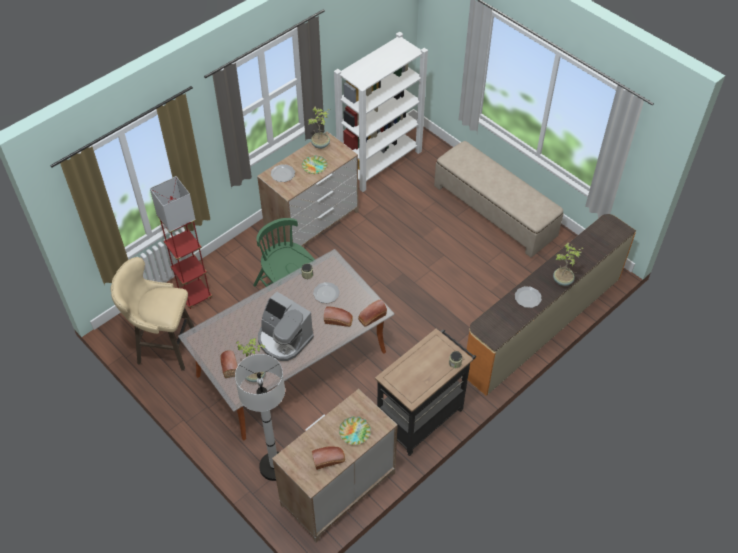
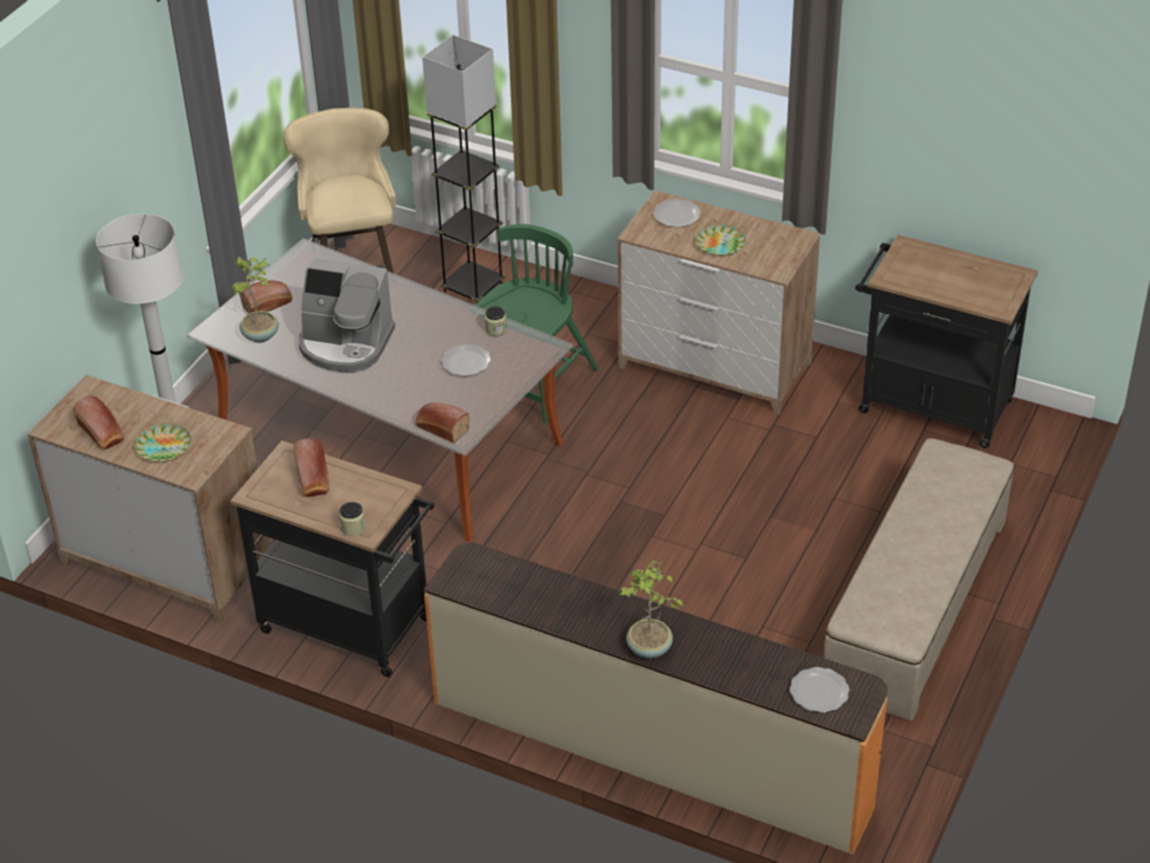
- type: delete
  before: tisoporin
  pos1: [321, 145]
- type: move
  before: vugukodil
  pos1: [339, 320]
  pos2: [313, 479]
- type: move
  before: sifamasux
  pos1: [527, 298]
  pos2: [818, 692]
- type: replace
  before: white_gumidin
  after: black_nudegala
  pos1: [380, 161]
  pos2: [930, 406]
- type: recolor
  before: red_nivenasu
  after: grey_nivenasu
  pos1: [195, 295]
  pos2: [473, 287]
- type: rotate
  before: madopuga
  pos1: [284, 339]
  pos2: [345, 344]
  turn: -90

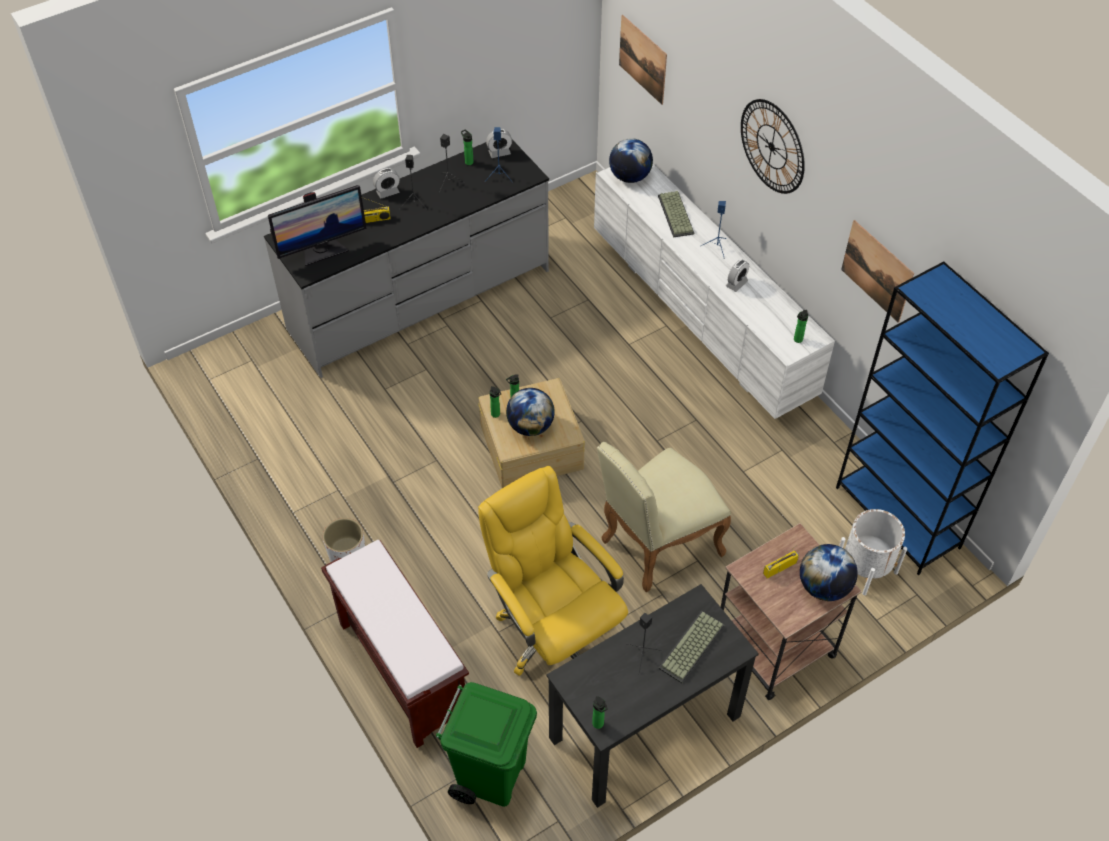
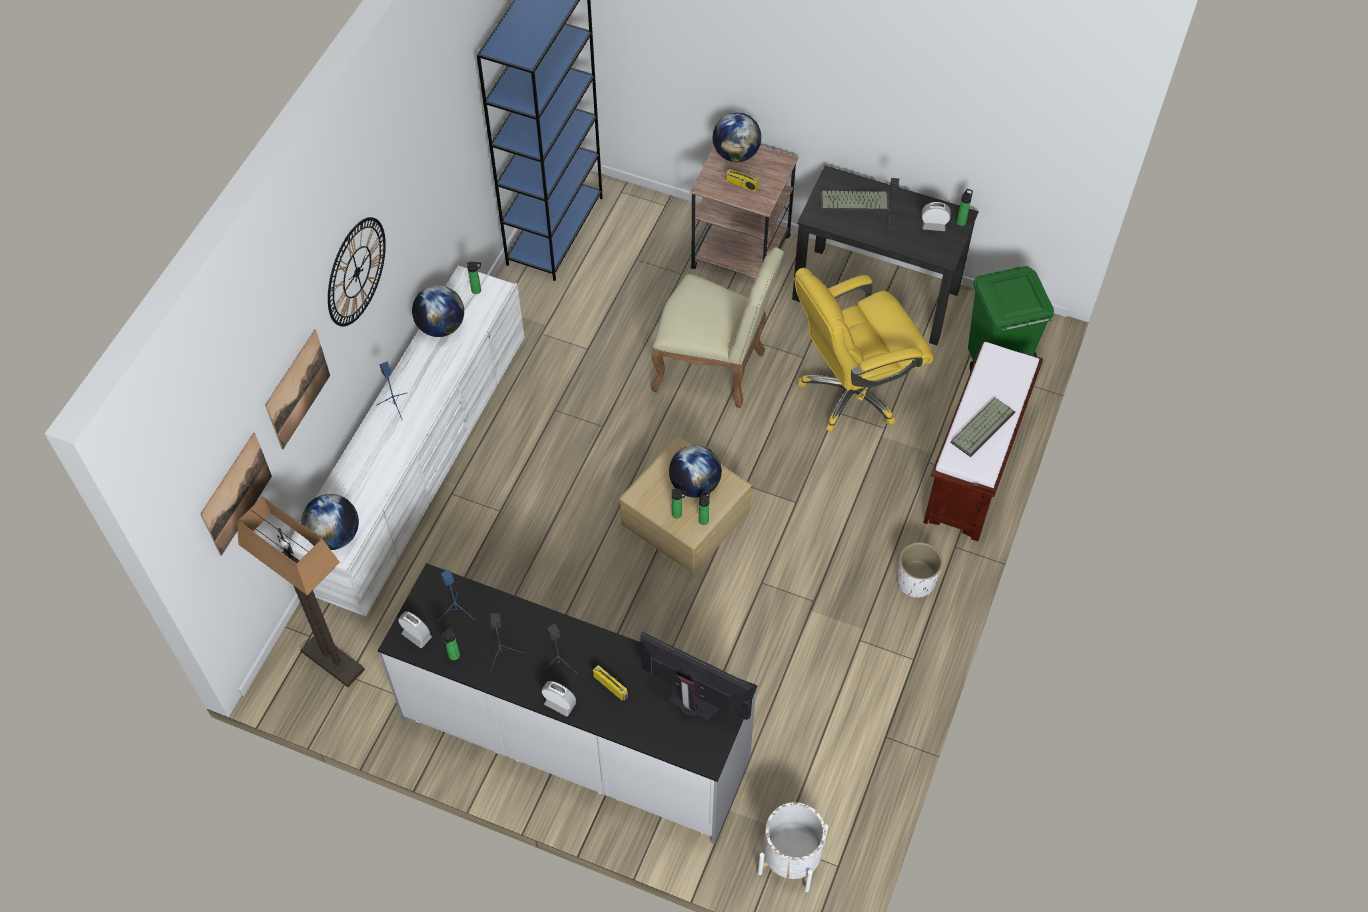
- type: insert
  after: nivenasu
  pos2: [332, 661]
- type: insert
  after: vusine
  pos2: [441, 326]
- type: move
  before: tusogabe
  pos1: [677, 215]
  pos2: [982, 426]
- type: move
  before: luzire
  pos1: [736, 283]
  pos2: [933, 225]
- type: move
  before: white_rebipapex
  pos1: [865, 568]
  pos2: [791, 859]
- type: move
  before: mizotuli
  pos1: [877, 271]
  pos2: [297, 389]
- type: rotate
  before: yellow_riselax
  pos1: [553, 635]
  pos2: [854, 391]
  turn: 45

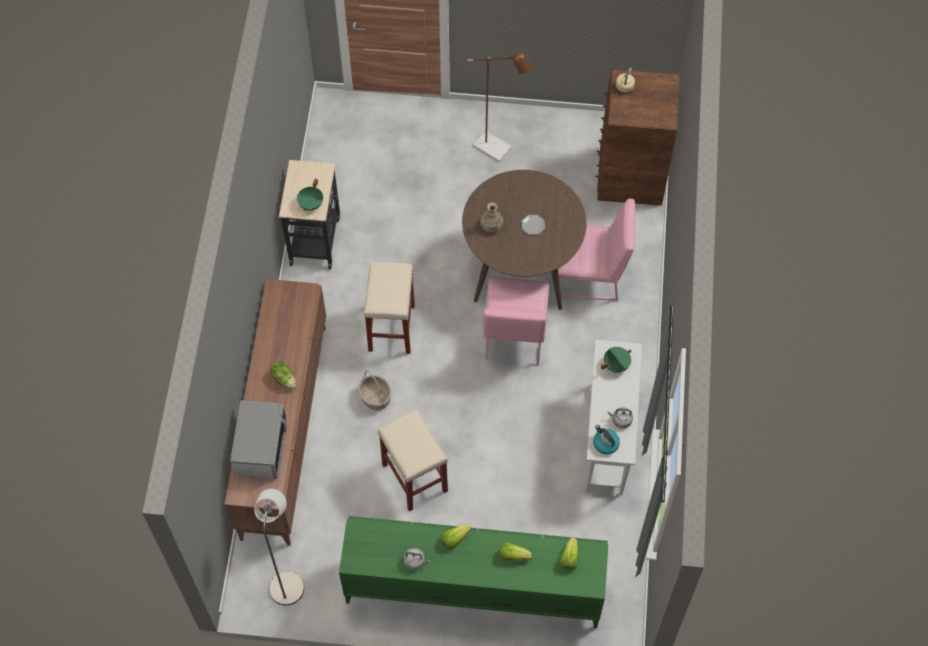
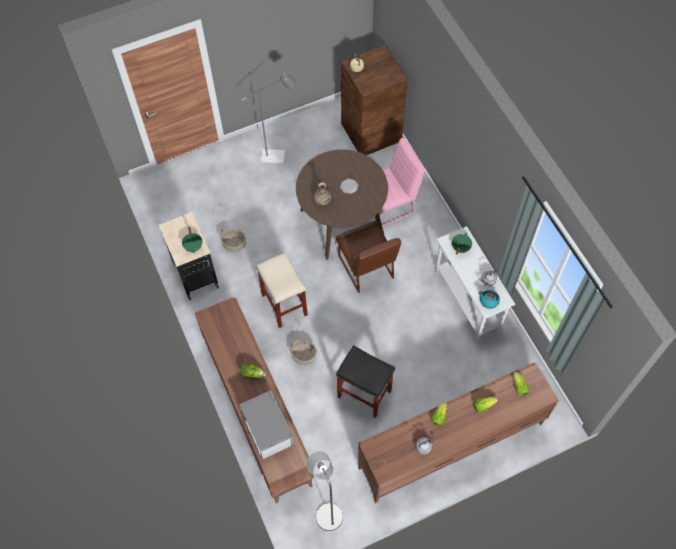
- type: insert
  after: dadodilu
  pos2: [234, 244]
- type: recolor
  before: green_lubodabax
  after: brown_lubodabax
  pos1: [472, 591]
  pos2: [450, 446]
- type: recolor
  before: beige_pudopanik
  after: black_pudopanik
  pos1: [415, 478]
  pos2: [365, 394]
- type: recolor
  before: brown_nivenasu
  after: grey_nivenasu
  pos1: [498, 150]
  pos2: [277, 157]
- type: recolor
  before: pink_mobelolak
  after: brown_mobelolak
  pos1: [514, 336]
  pos2: [366, 268]

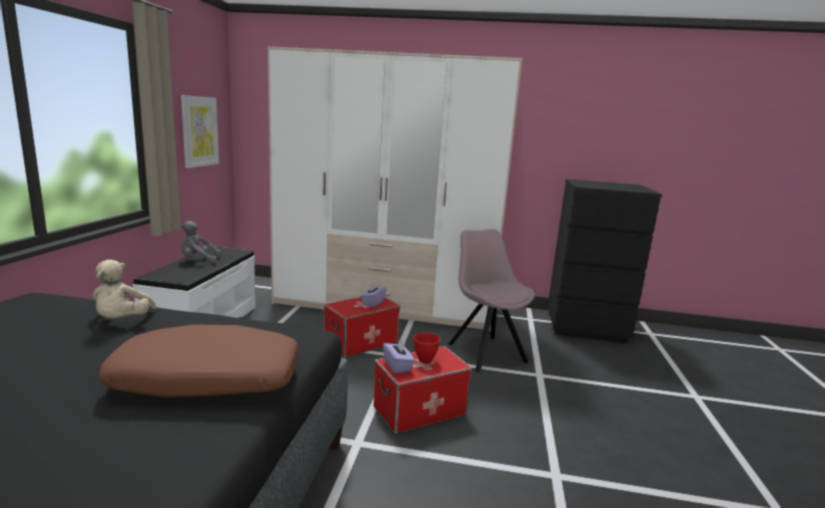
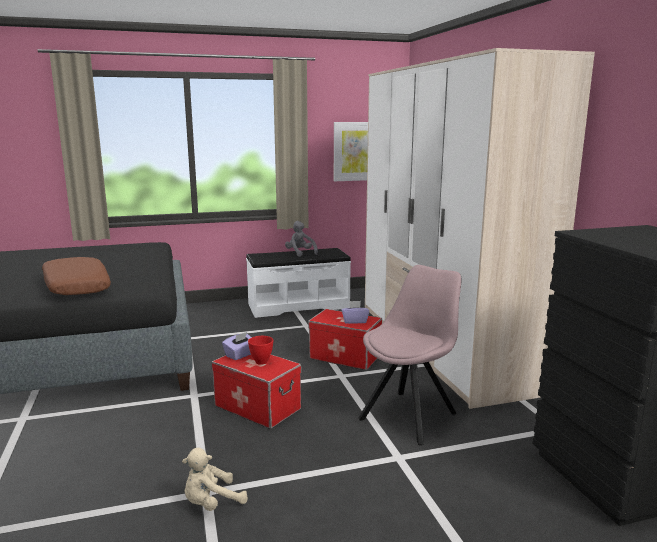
- type: move
  before: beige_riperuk
  pos1: [122, 321]
  pos2: [211, 503]

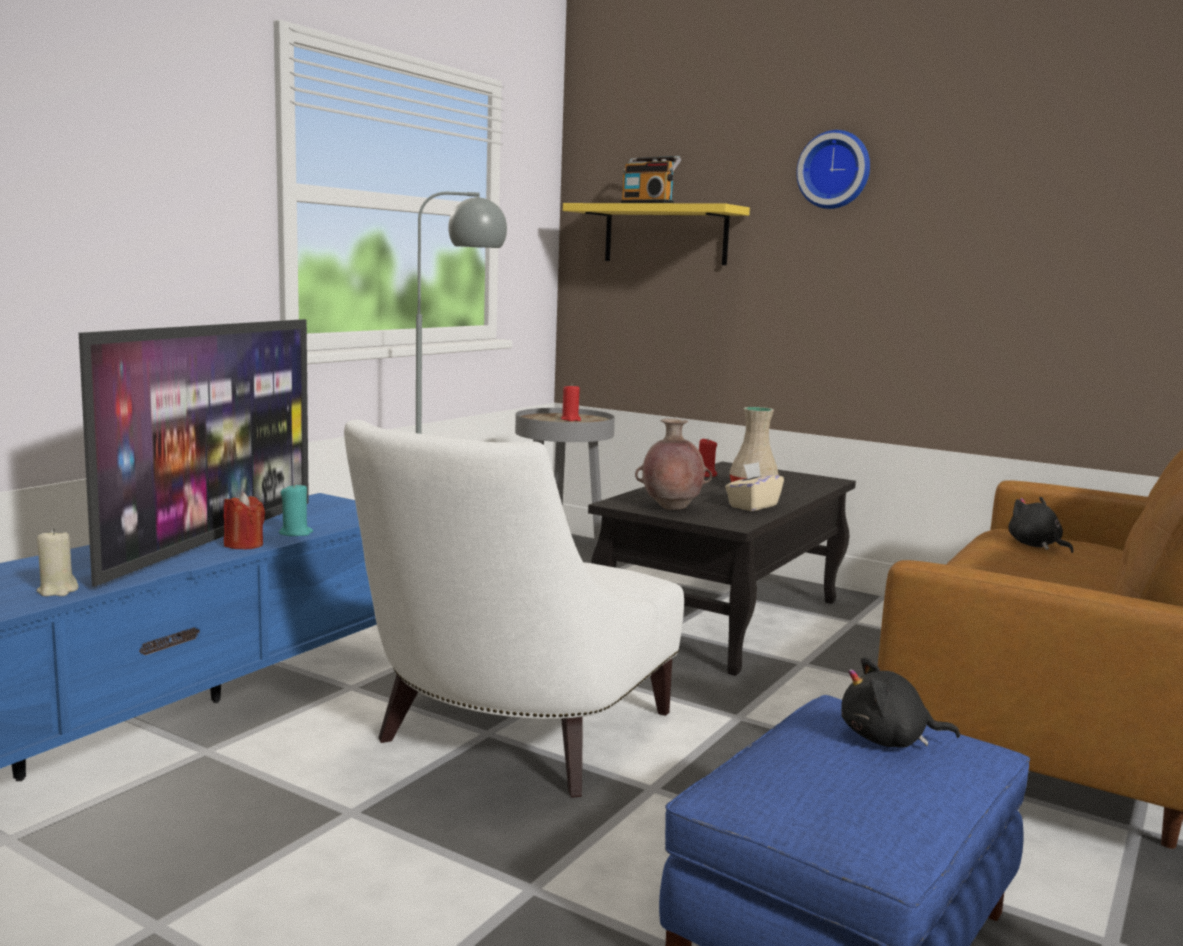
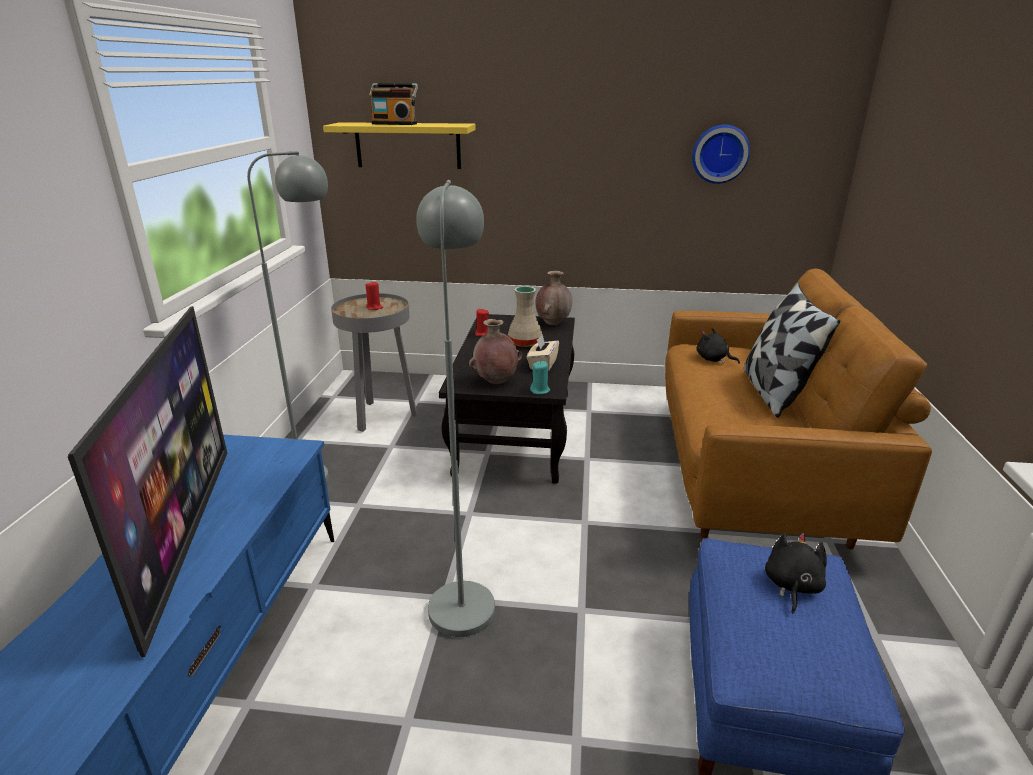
- type: delete
  before: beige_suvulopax
  pos1: [58, 591]
- type: delete
  before: red_suvulopax
  pos1: [244, 545]
- type: insert
  after: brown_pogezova
  pos2: [553, 323]
- type: insert
  after: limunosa
  pos2: [773, 393]
- type: move
  before: turquoise_suvulopax
  pos1: [295, 533]
  pos2: [540, 390]
- type: move
  before: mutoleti
  pos1: [835, 170]
  pos2: [719, 153]
- type: replace
  before: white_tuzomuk
  after: grey_nivenasu
  pos1: [512, 737]
  pos2: [463, 595]
- type: rotate
  before: black_riperuk
  pos1: [888, 740]
  pos2: [791, 586]
  turn: 135

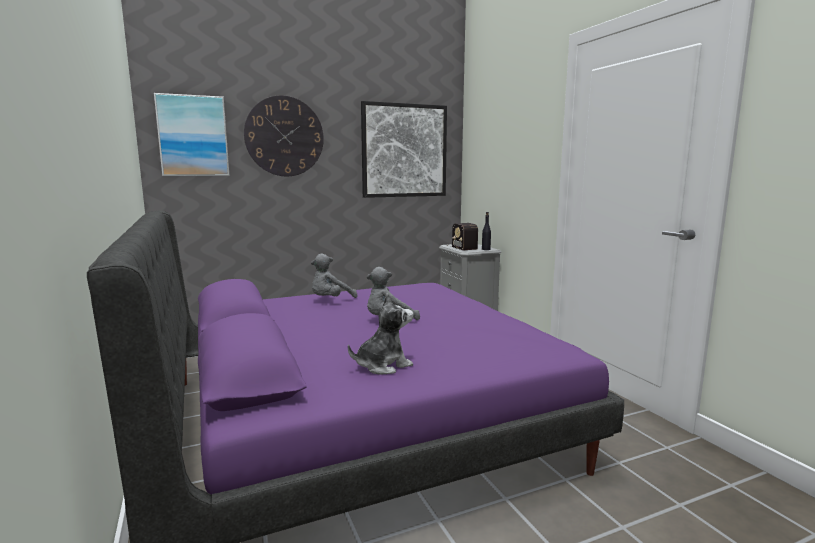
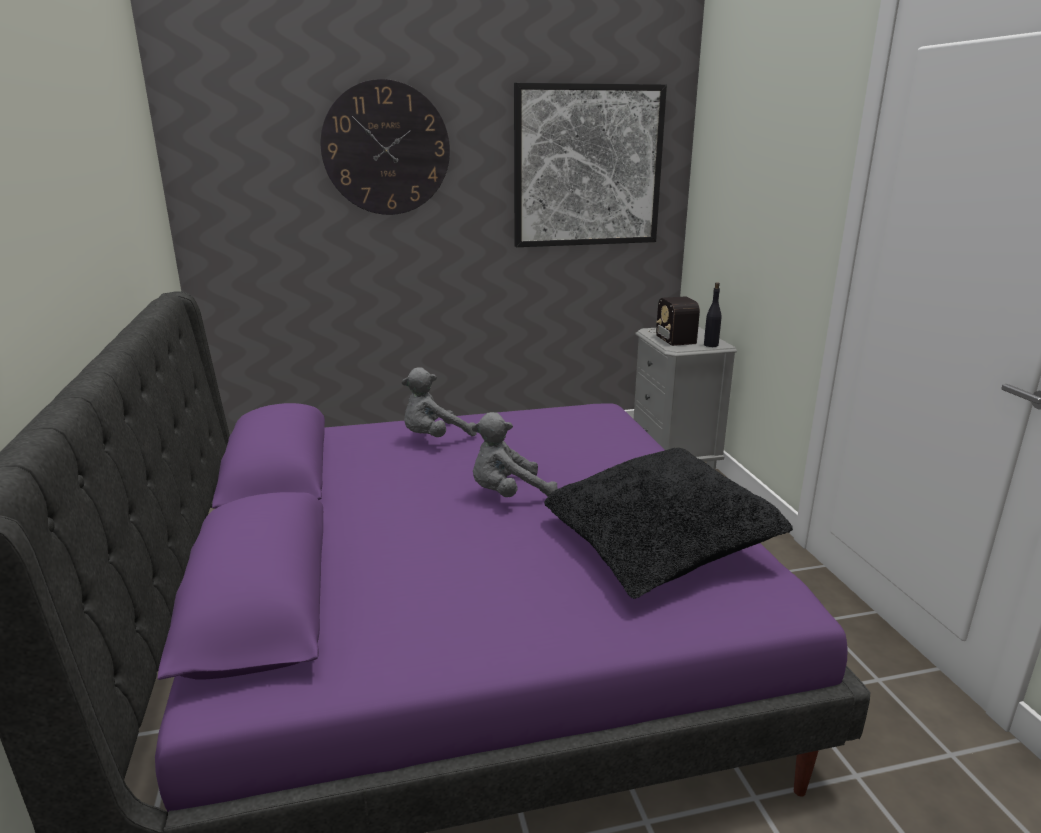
- type: delete
  before: mizotuli
  pos1: [193, 136]
- type: delete
  before: riperuk
  pos1: [383, 365]
- type: insert
  after: black_limunosa
  pos2: [656, 541]

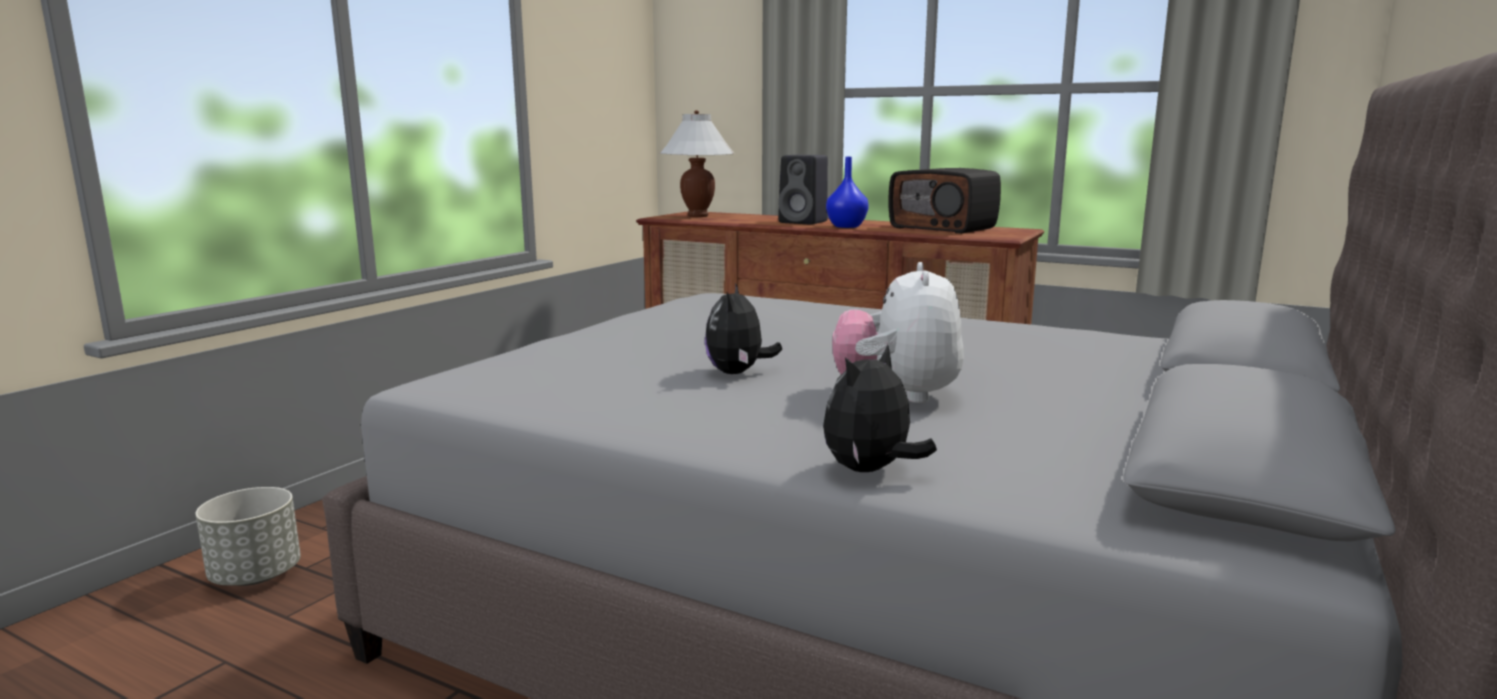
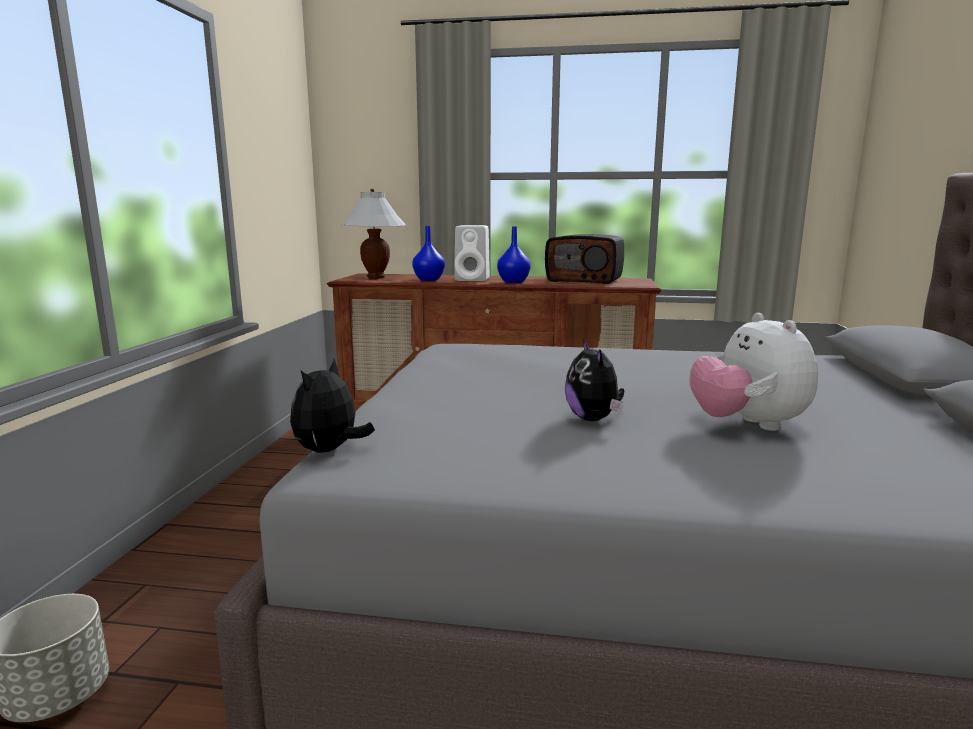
- type: insert
  after: blue_pogezova
  pos2: [429, 280]
- type: move
  before: riperuk
  pos1: [870, 471]
  pos2: [329, 450]
- type: recolor
  before: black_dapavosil
  after: white_dapavosil
  pos1: [804, 222]
  pos2: [473, 279]

